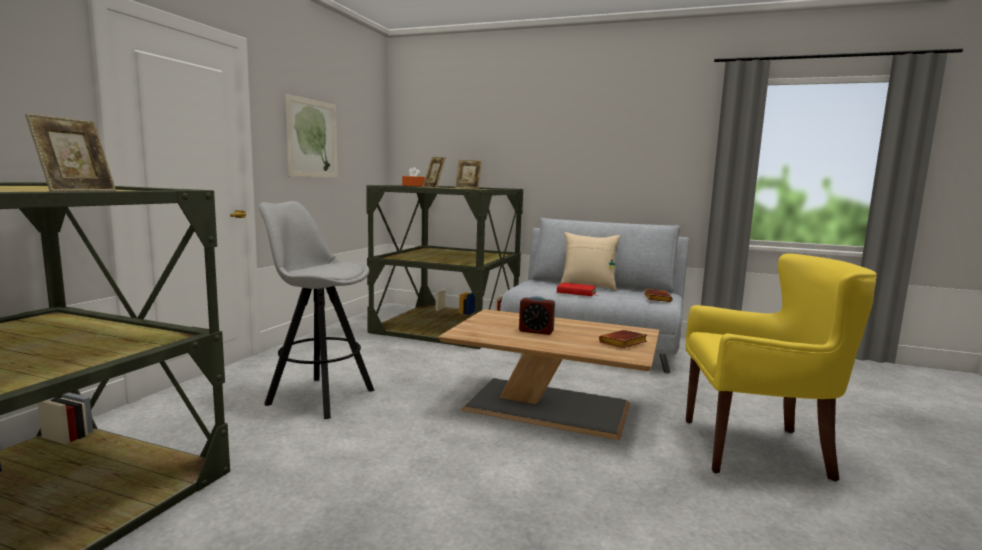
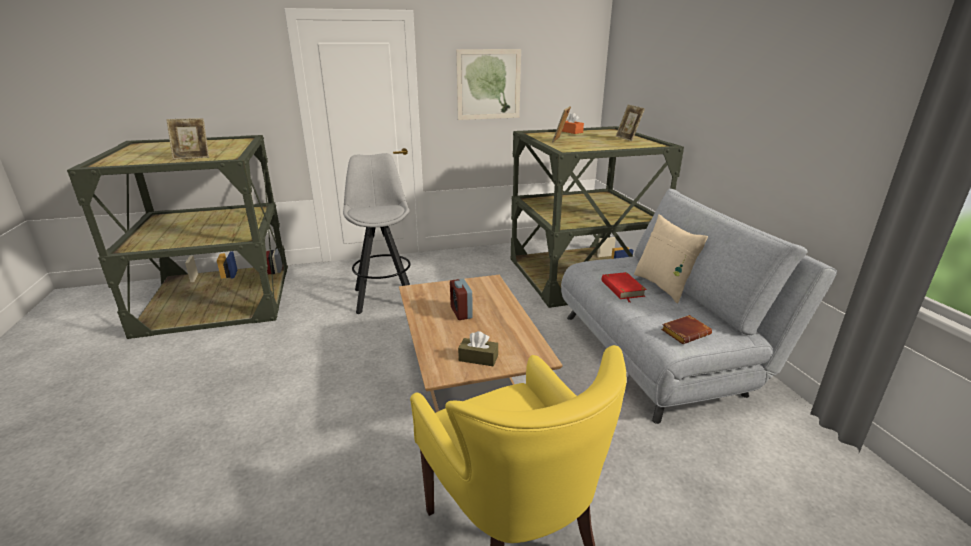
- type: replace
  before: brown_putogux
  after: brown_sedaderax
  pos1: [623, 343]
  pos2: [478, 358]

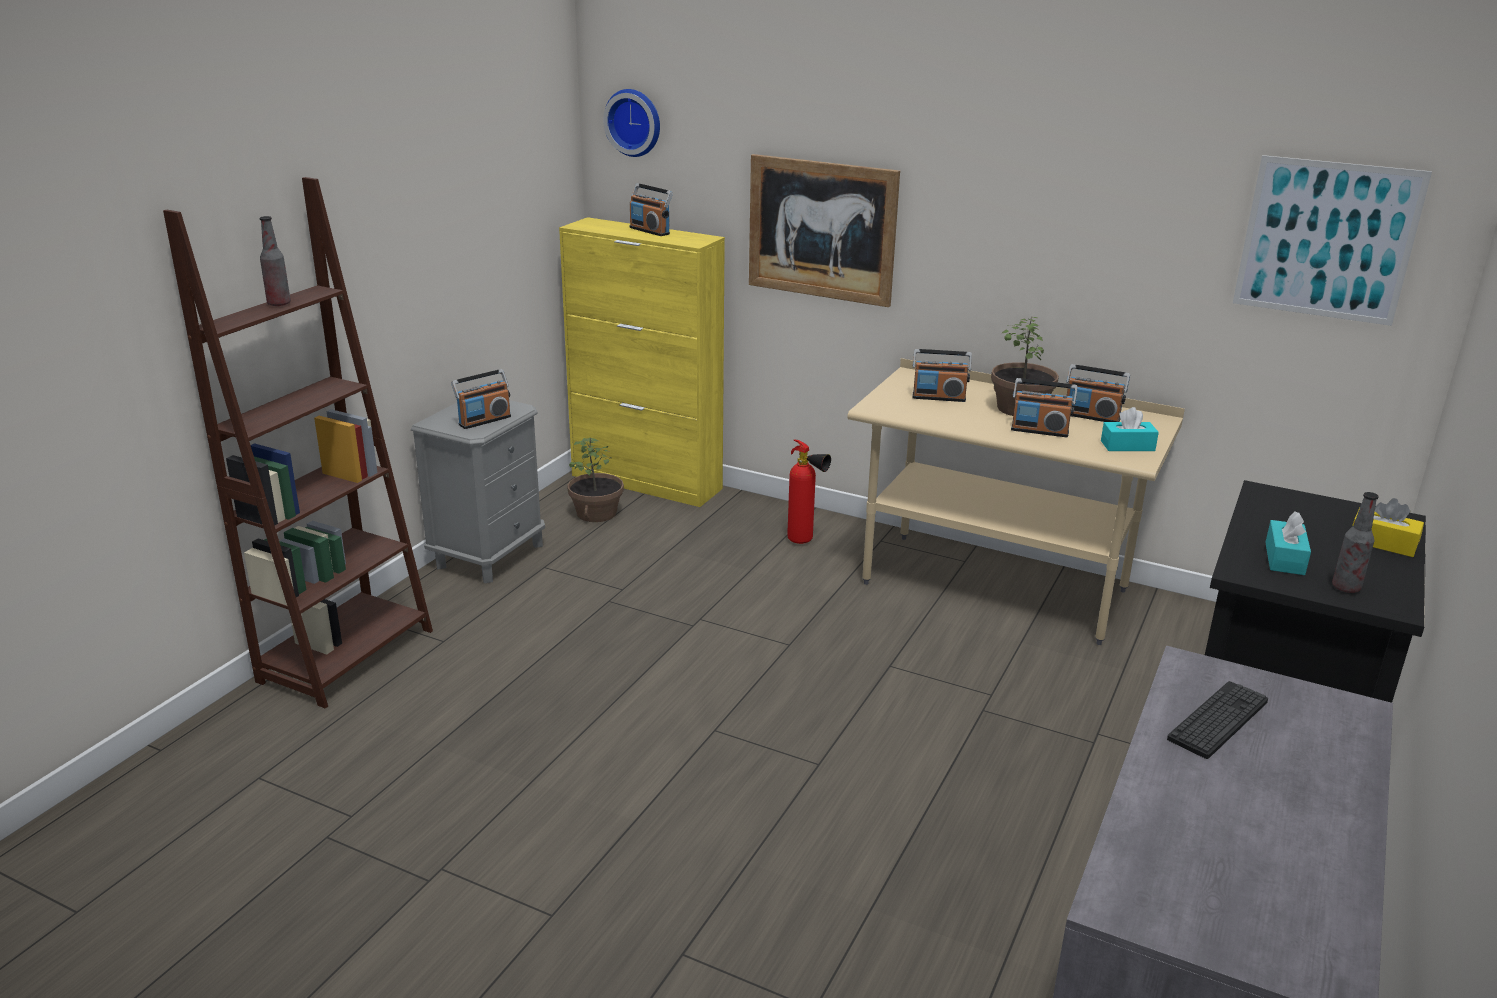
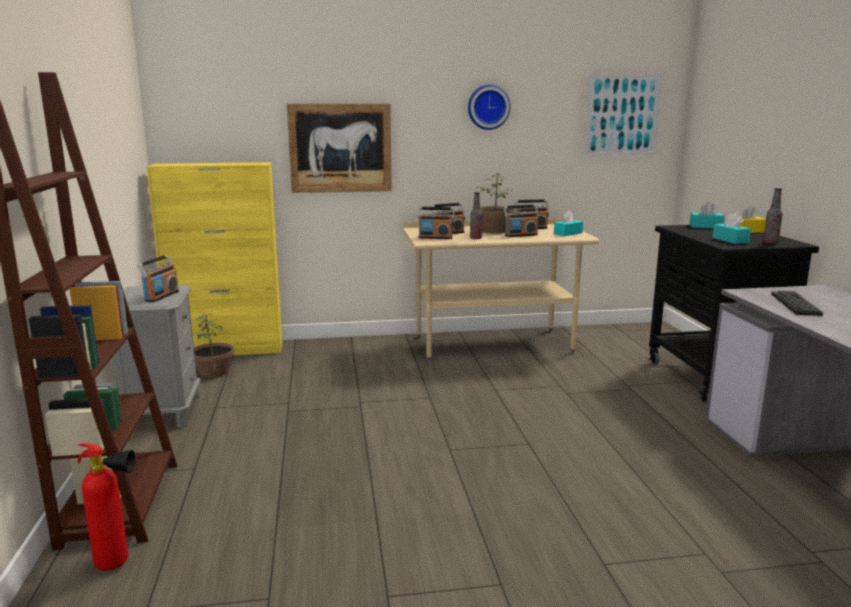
- type: insert
  after: turquoise_sedaderax
  pos2: [705, 226]
- type: move
  before: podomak
  pos1: [279, 303]
  pos2: [475, 238]
- type: move
  before: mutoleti
  pos1: [634, 122]
  pos2: [488, 107]
- type: move
  before: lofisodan
  pos1: [650, 231]
  pos2: [435, 238]
- type: move
  before: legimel
  pos1: [805, 542]
  pos2: [119, 564]

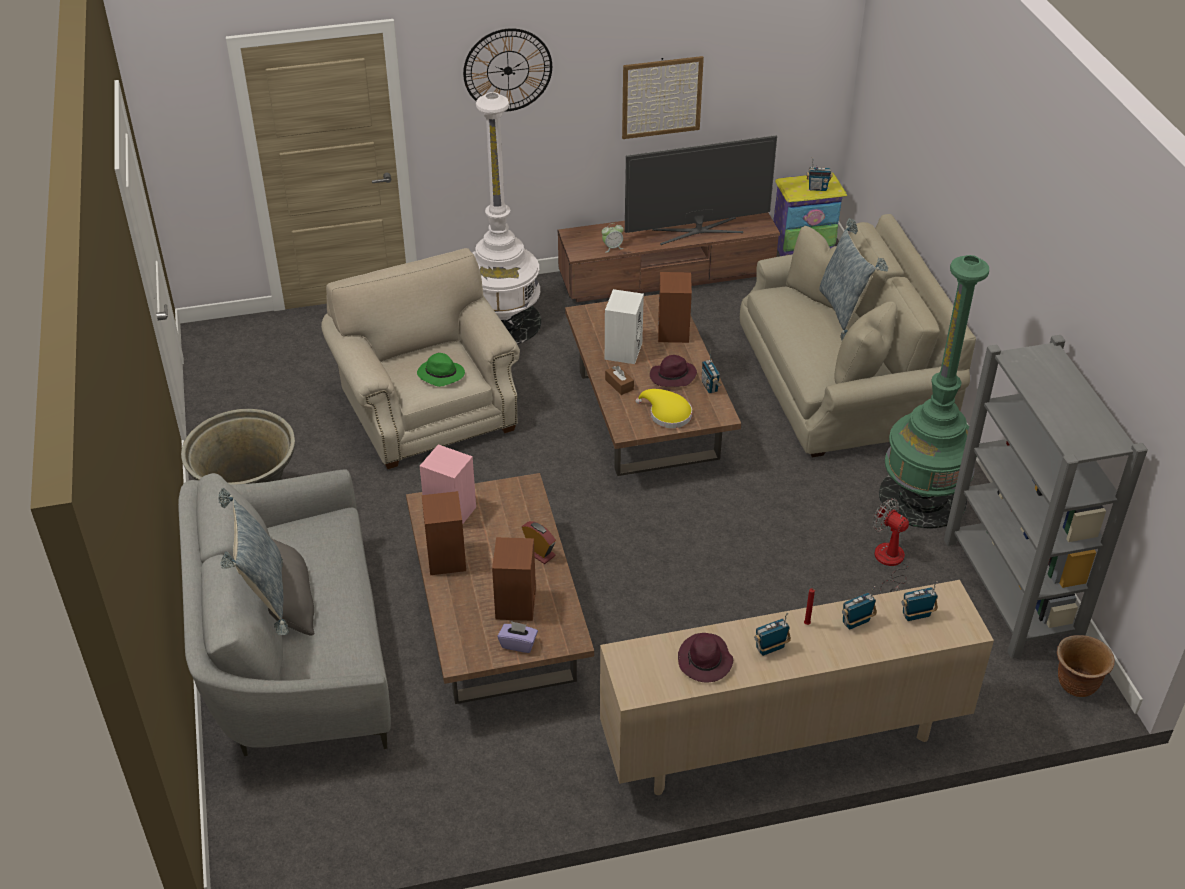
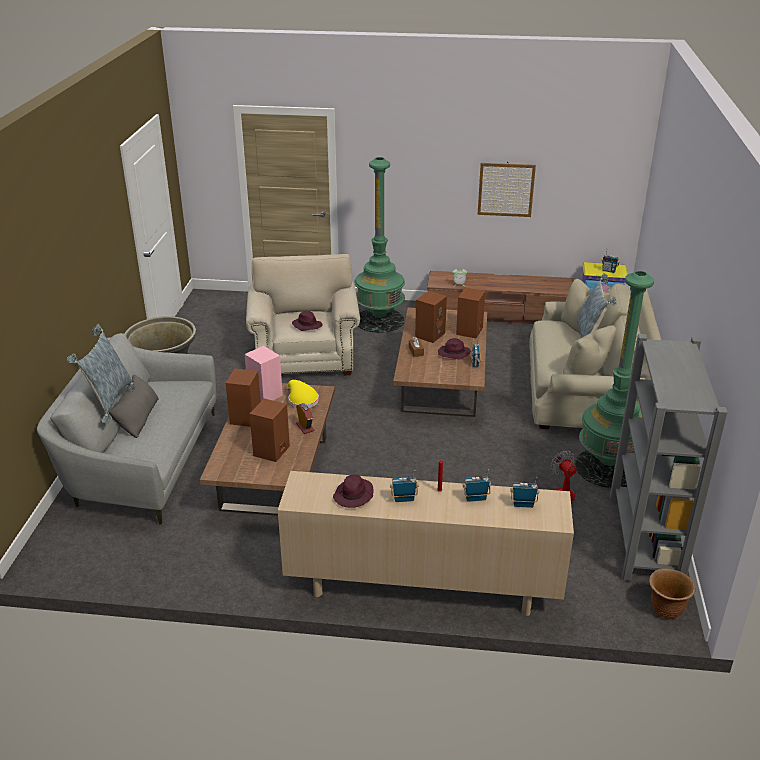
- type: delete
  before: mutoleti
  pos1: [508, 70]
- type: delete
  before: purple_sedaderax
  pos1: [518, 644]
- type: delete
  before: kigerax
  pos1: [698, 230]
- type: move
  before: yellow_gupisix
  pos1: [667, 414]
  pos2: [301, 400]
- type: recolor
  before: green_gupisix
  after: purple_gupisix
  pos1: [440, 375]
  pos2: [306, 325]
- type: recolor
  before: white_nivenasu
  after: green_nivenasu
  pos1: [503, 322]
  pos2: [379, 320]
- type: recolor
  before: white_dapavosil
  after: brown_dapavosil
  pos1: [622, 350]
  pos2: [430, 334]

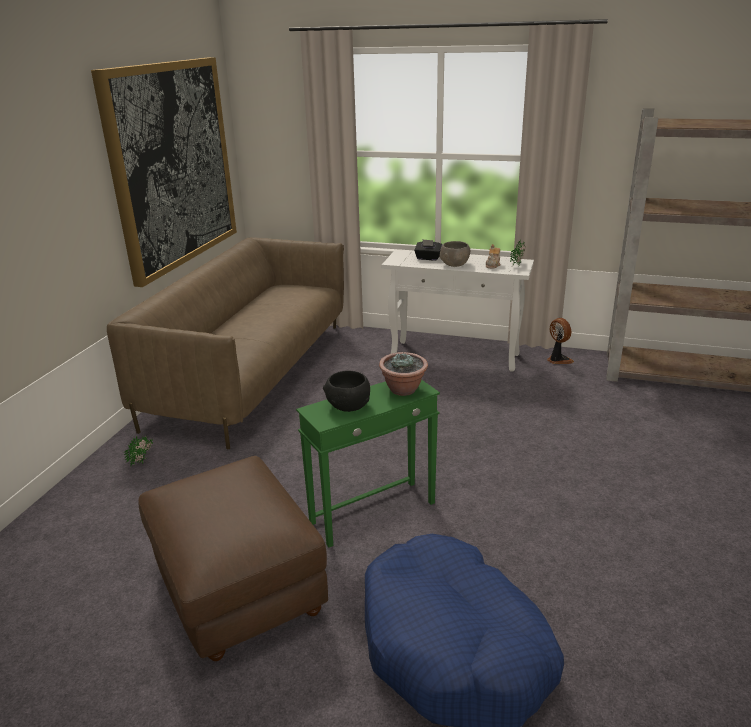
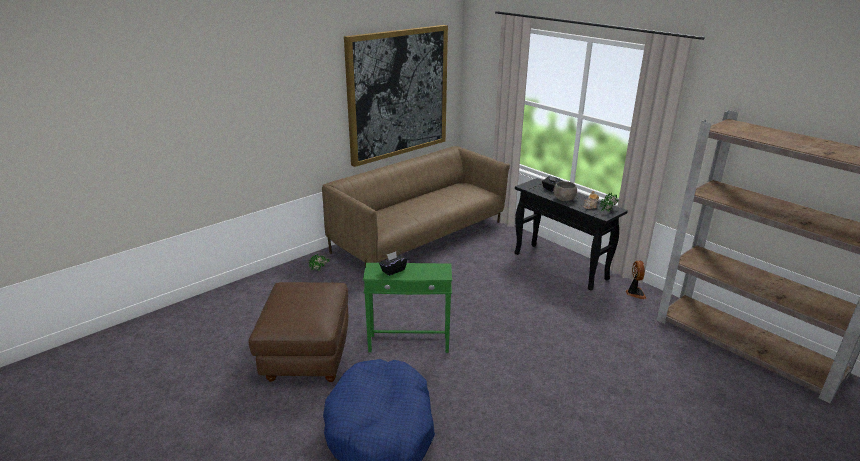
- type: delete
  before: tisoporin
  pos1: [403, 389]
- type: replace
  before: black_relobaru
  after: black_sedaderax
  pos1: [348, 406]
  pos2: [393, 270]
- type: recolor
  before: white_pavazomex
  after: black_pavazomex
  pos1: [456, 356]
  pos2: [561, 266]

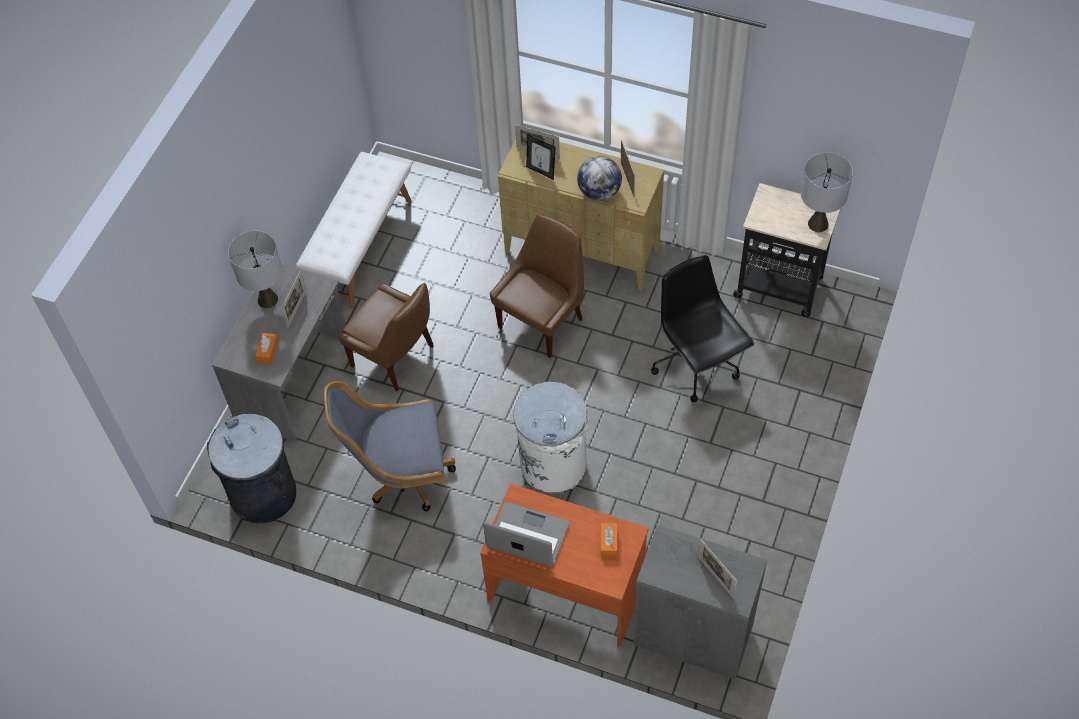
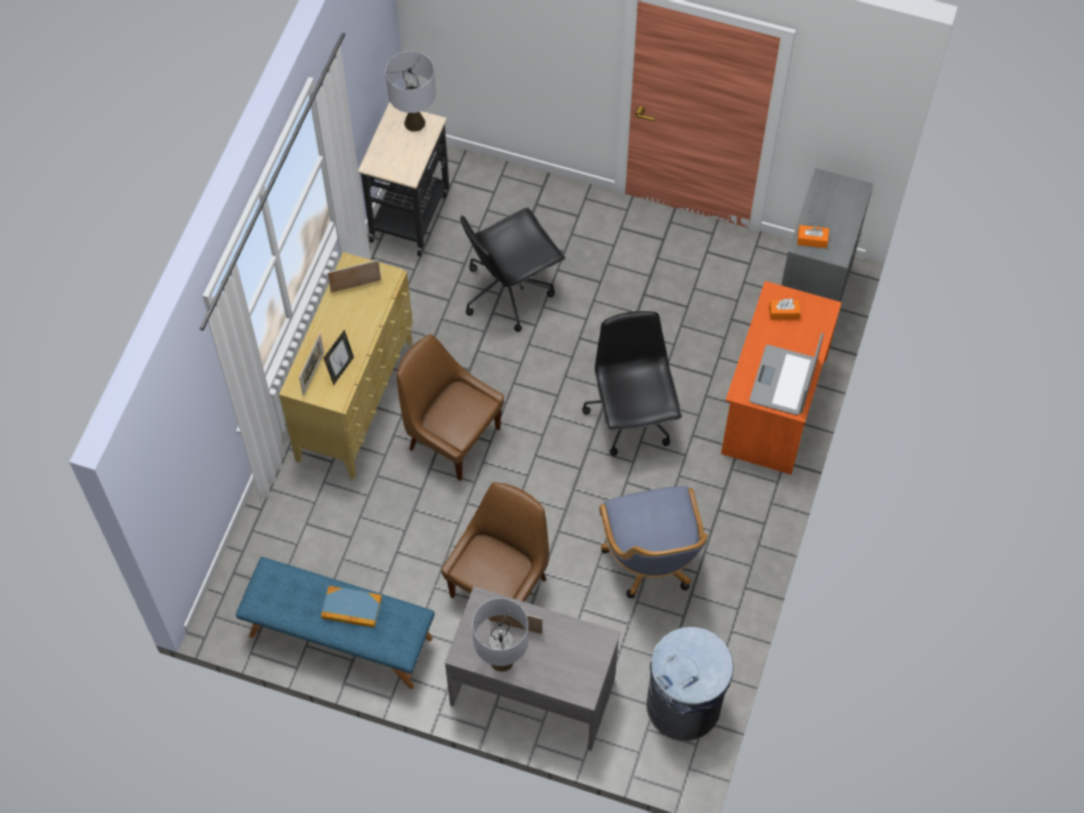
- type: delete
  before: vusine
  pos1: [599, 192]
- type: delete
  before: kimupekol
  pos1: [715, 577]
- type: insert
  after: putogux
  pos2: [351, 608]
- type: move
  before: orange_sedaderax
  pos1: [268, 351]
  pos2: [812, 240]
- type: replace
  before: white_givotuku
  after: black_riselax
  pos1: [553, 465]
  pos2: [632, 420]
- type: recolor
  before: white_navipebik
  after: blue_navipebik
  pos1: [360, 246]
  pos2: [340, 637]

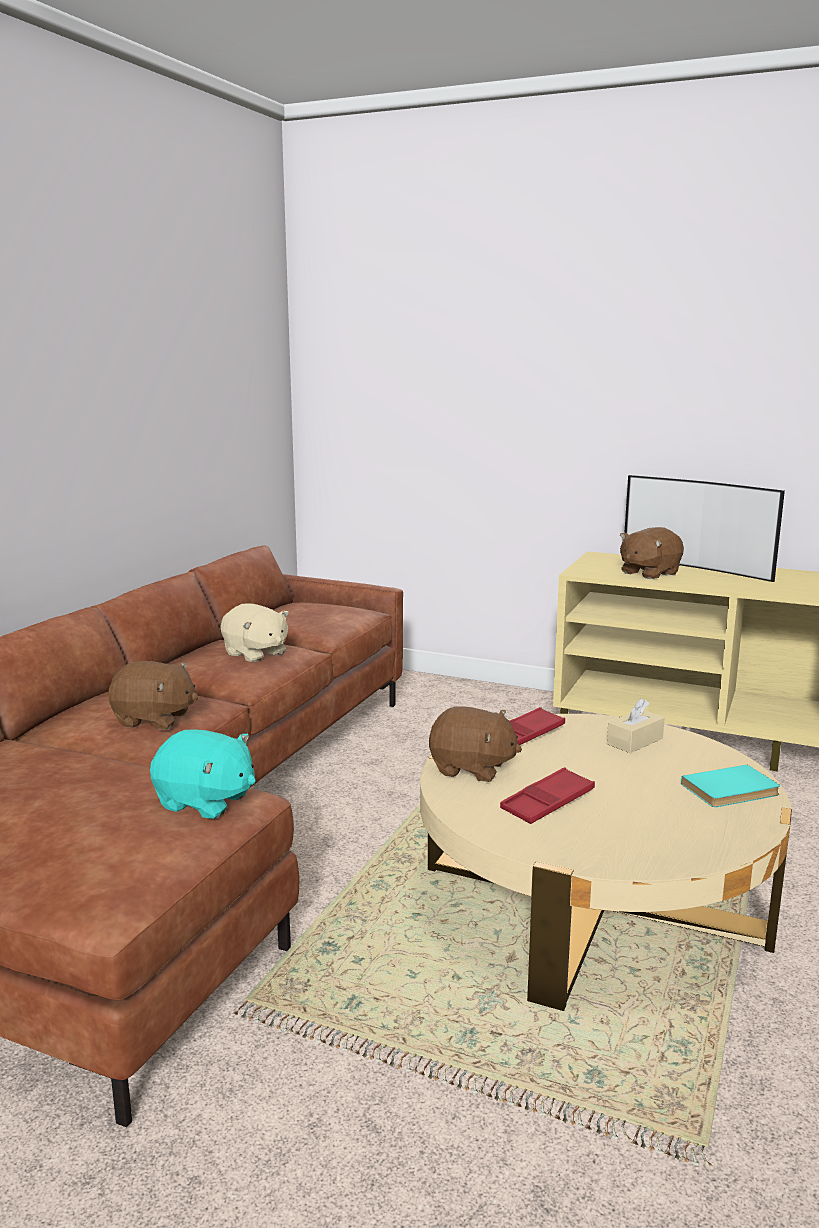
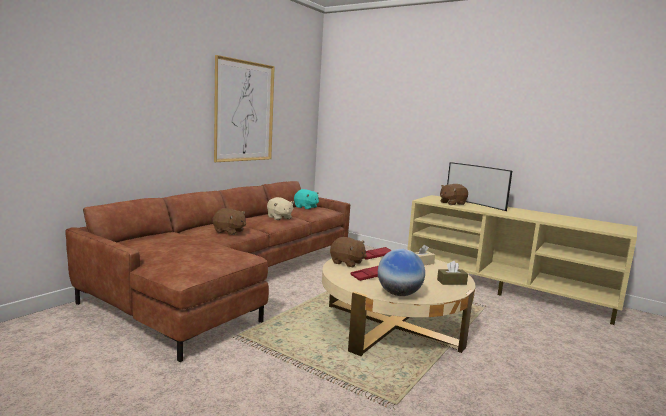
- type: insert
  after: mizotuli
  pos2: [244, 111]
- type: insert
  after: vusine
  pos2: [399, 294]
- type: move
  before: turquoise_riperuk
  pos1: [205, 802]
  pos2: [306, 207]
- type: replace
  before: turquoise_putogux
  after: brown_sedaderax
  pos1: [732, 791]
  pos2: [451, 282]

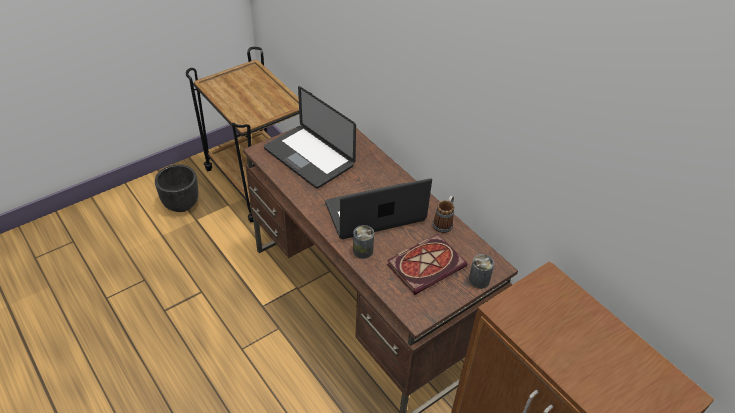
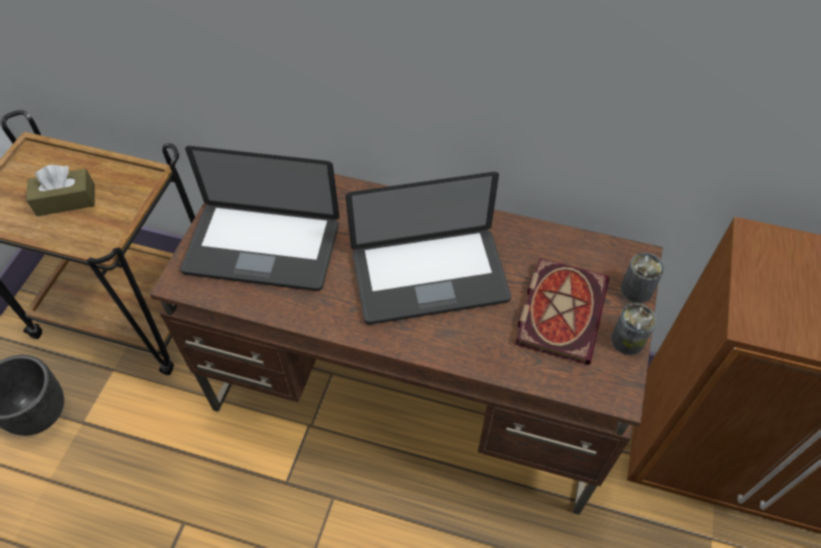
- type: delete
  before: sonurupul
  pos1: [444, 223]
- type: insert
  after: brown_sedaderax
  pos2: [66, 200]
- type: move
  before: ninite
  pos1: [363, 251]
  pos2: [627, 340]
- type: rotate
  before: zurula
  pos1: [375, 212]
  pos2: [429, 277]
  turn: -135

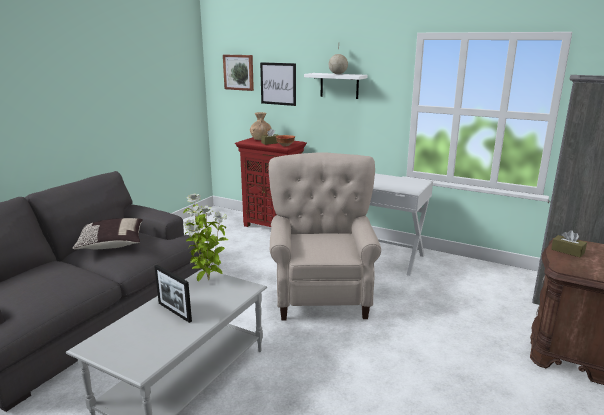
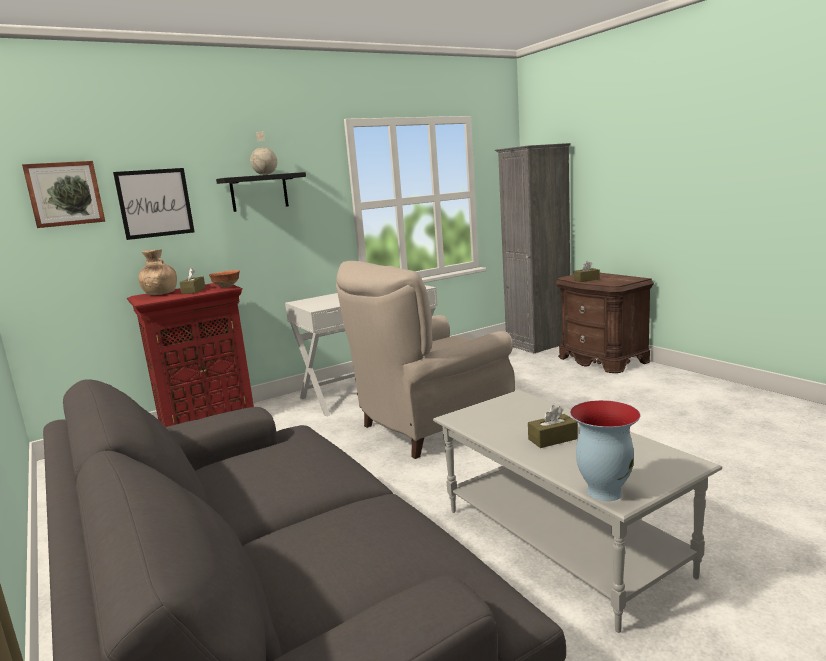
- type: delete
  before: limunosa
  pos1: [111, 244]
- type: delete
  before: tisoporin
  pos1: [207, 281]
- type: insert
  after: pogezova
  pos2: [603, 491]
- type: replace
  before: kimupekol
  after: brown_sedaderax
  pos1: [174, 312]
  pos2: [552, 439]
- type: recolor
  before: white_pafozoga
  after: black_pafozoga
  pos1: [339, 85]
  pos2: [259, 192]
- type: rotate
  before: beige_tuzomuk
  pos1: [321, 293]
  pos2: [429, 427]
  turn: -60

